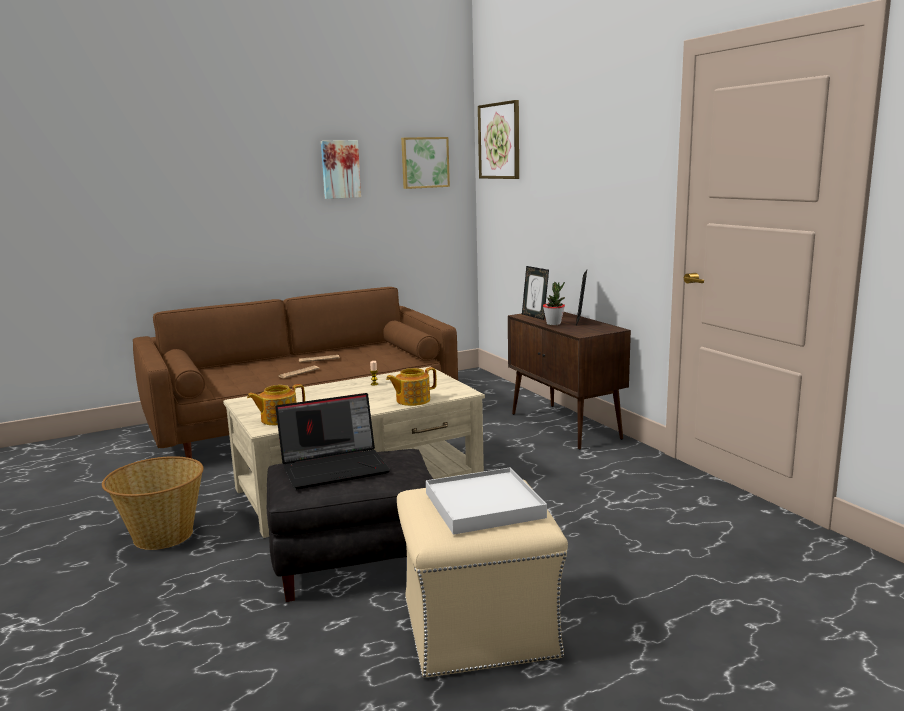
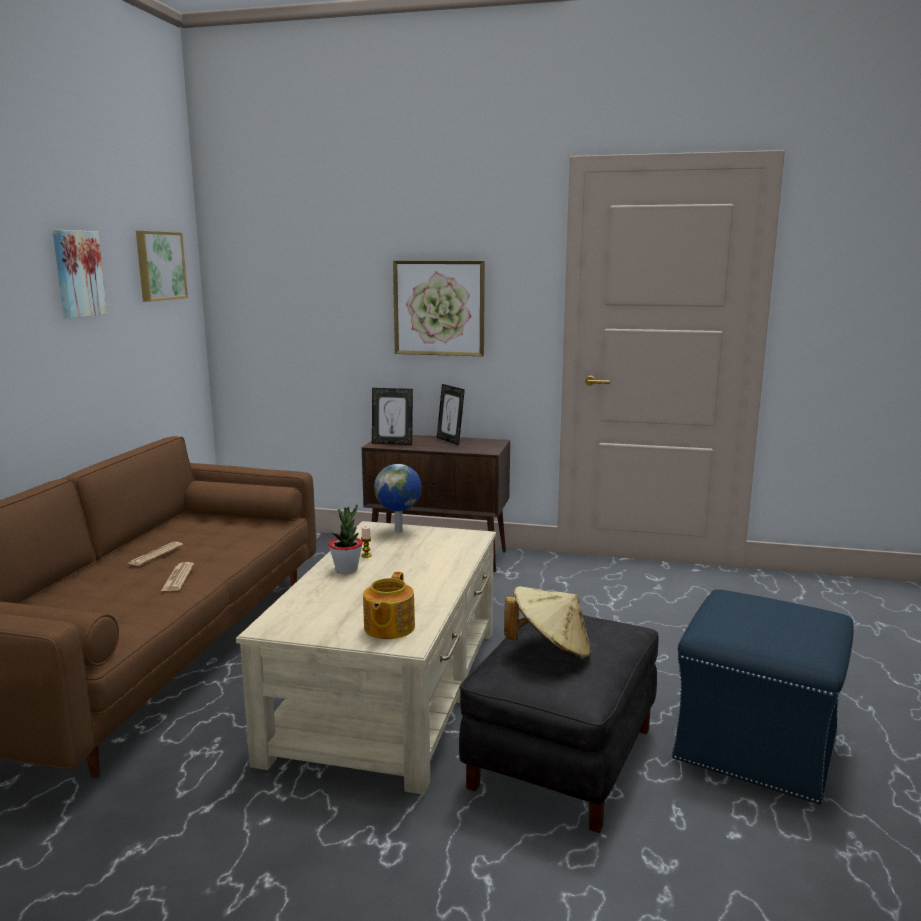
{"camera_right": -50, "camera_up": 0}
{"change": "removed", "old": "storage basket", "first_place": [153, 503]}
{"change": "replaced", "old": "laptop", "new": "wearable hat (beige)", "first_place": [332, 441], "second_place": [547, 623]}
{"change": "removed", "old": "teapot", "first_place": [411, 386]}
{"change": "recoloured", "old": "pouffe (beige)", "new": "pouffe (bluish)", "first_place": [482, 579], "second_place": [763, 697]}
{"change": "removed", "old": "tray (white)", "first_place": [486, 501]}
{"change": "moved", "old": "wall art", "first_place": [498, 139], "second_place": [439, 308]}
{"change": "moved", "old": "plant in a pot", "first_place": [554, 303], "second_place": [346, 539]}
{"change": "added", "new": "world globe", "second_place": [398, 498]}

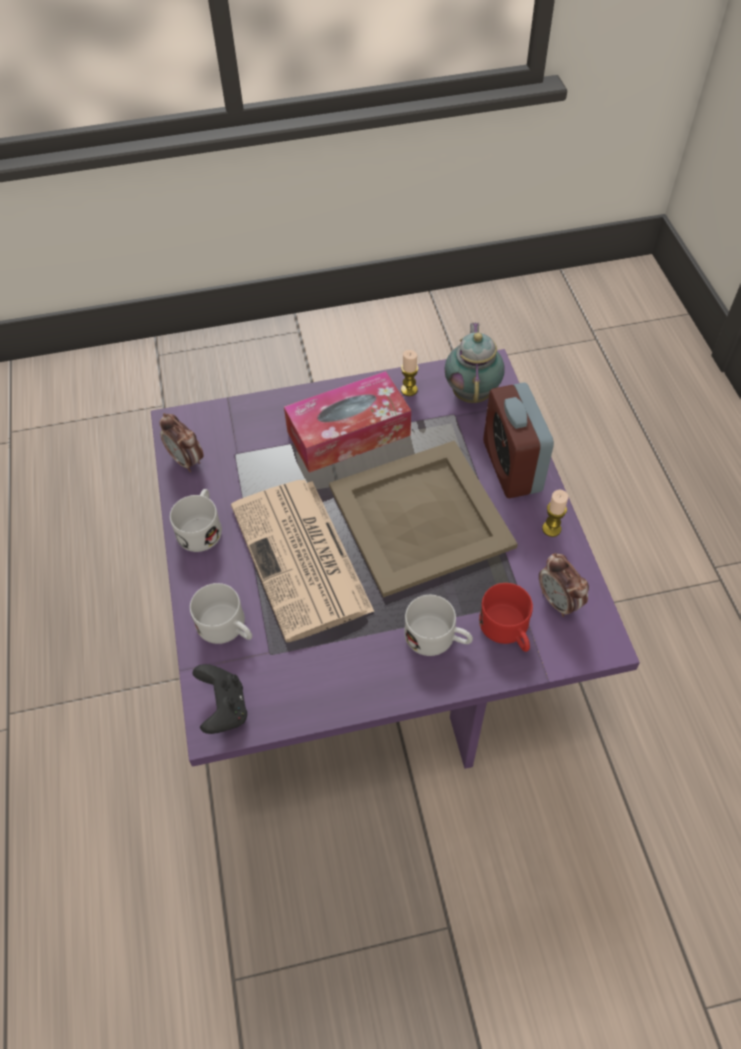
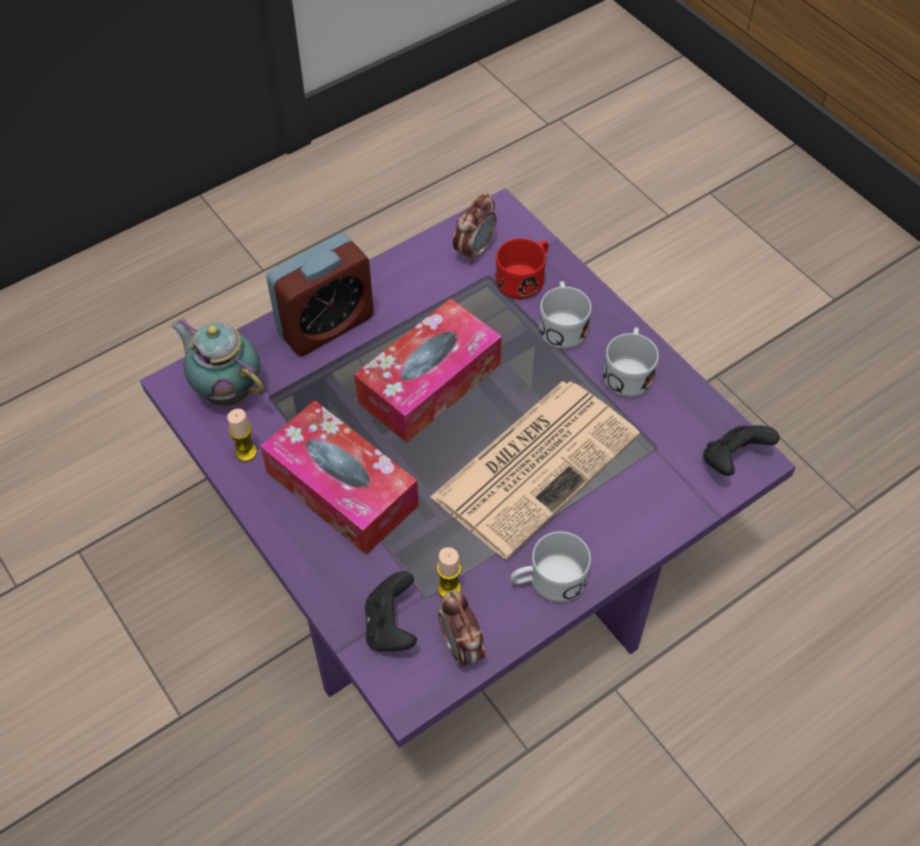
{"camera_right": -115, "camera_up": 0}
{"change": "turned", "old": "table clock", "first_place": [181, 442], "second_place": [461, 629], "degrees": 135}
{"change": "moved", "old": "mug (white)", "first_place": [221, 613], "second_place": [631, 362]}
{"change": "replaced", "old": "tray (beige)", "new": "tissue holder", "first_place": [423, 519], "second_place": [428, 371]}
{"change": "turned", "old": "teapot", "first_place": [475, 362], "second_place": [218, 362], "degrees": 60}
{"change": "moved", "old": "wax candle", "first_place": [555, 513], "second_place": [449, 572]}
{"change": "added", "new": "joypad (blackish)", "second_place": [391, 611]}

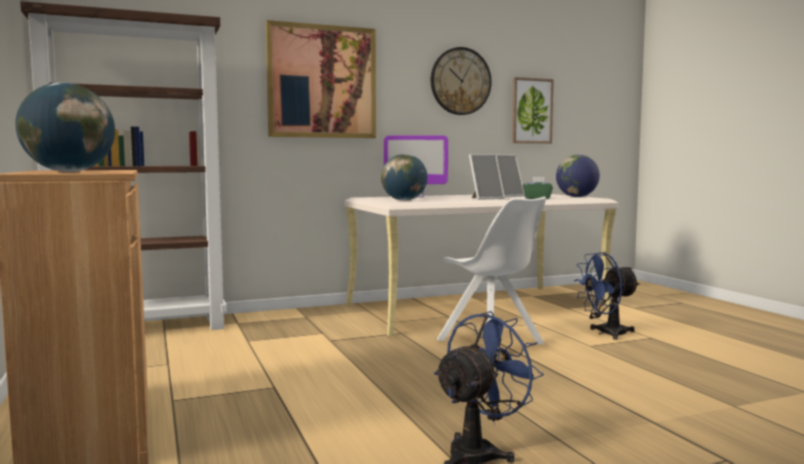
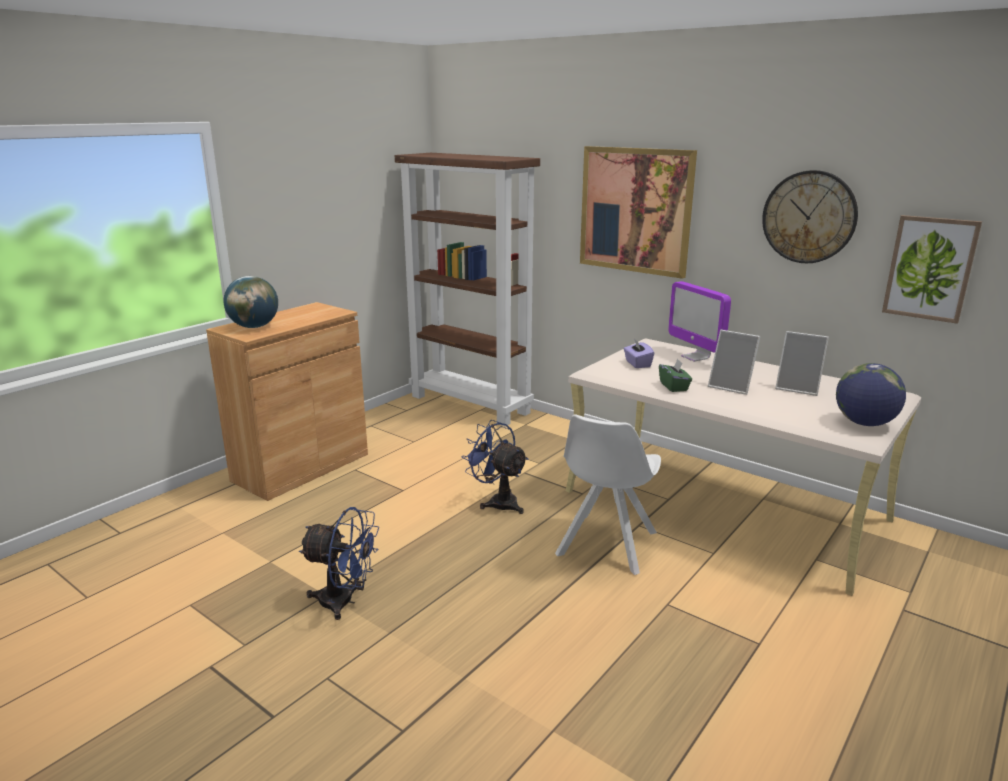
{"camera_right": 60, "camera_up": 15}
{"change": "replaced", "old": "world globe", "new": "tissue holder (purple)", "first_place": [404, 177], "second_place": [639, 353]}
{"change": "moved", "old": "tissue holder (green)", "first_place": [538, 188], "second_place": [675, 375]}
{"change": "moved", "old": "electric fan (bluish)", "first_place": [607, 296], "second_place": [495, 467]}

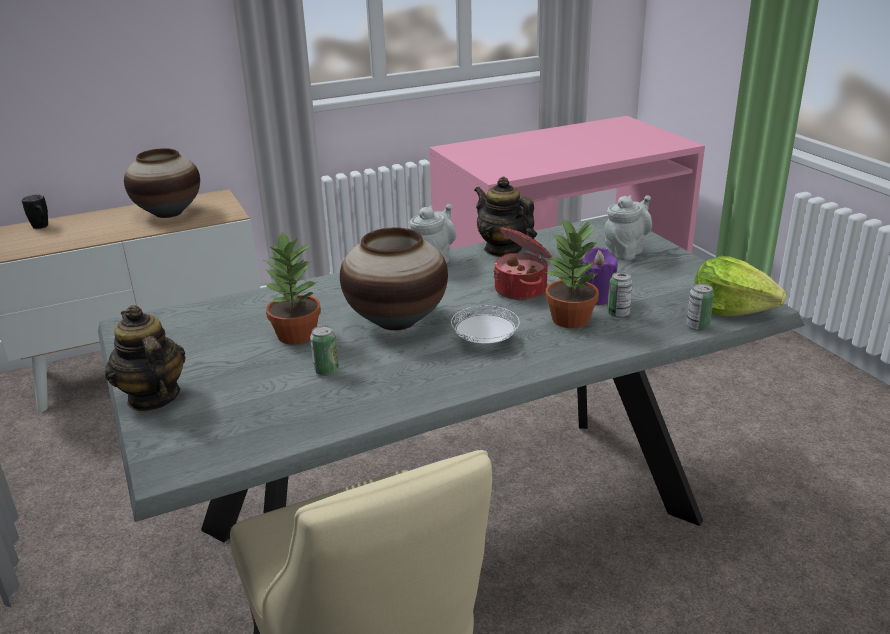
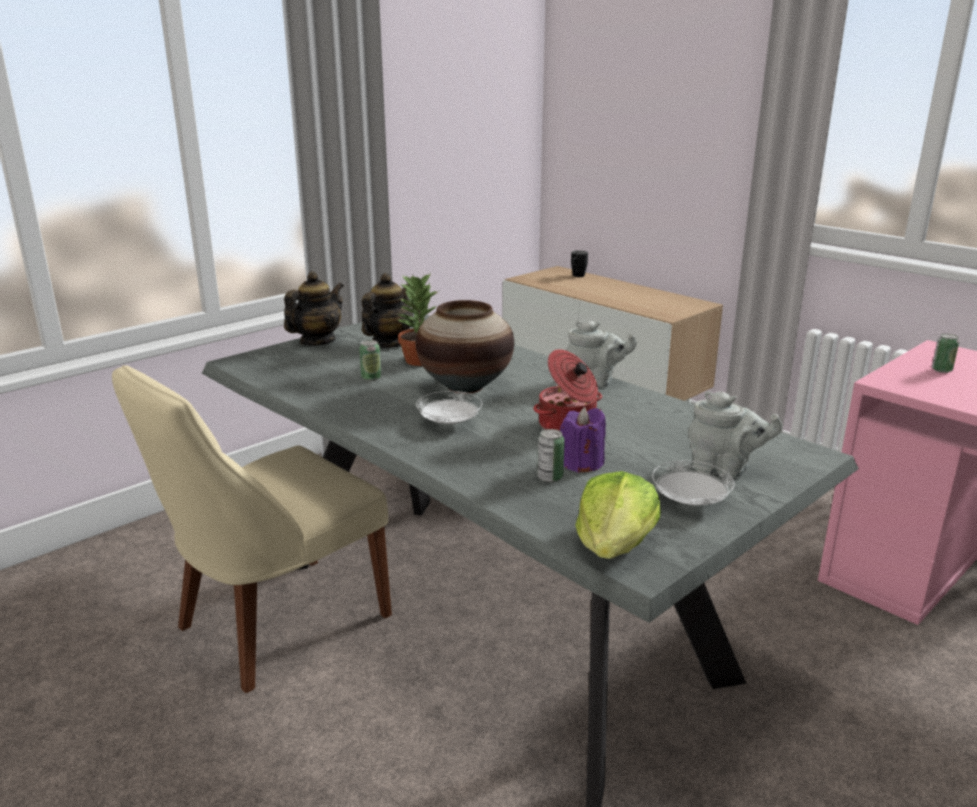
{"camera_right": 70, "camera_up": -5}
{"change": "removed", "old": "decorative vase", "first_place": [162, 183]}
{"change": "moved", "old": "teapot", "first_place": [504, 216], "second_place": [387, 310]}
{"change": "removed", "old": "plant in a pot", "first_place": [572, 272]}
{"change": "moved", "old": "sealed can", "first_place": [700, 307], "second_place": [945, 353]}
{"change": "added", "new": "flat dish (white)", "second_place": [693, 483]}

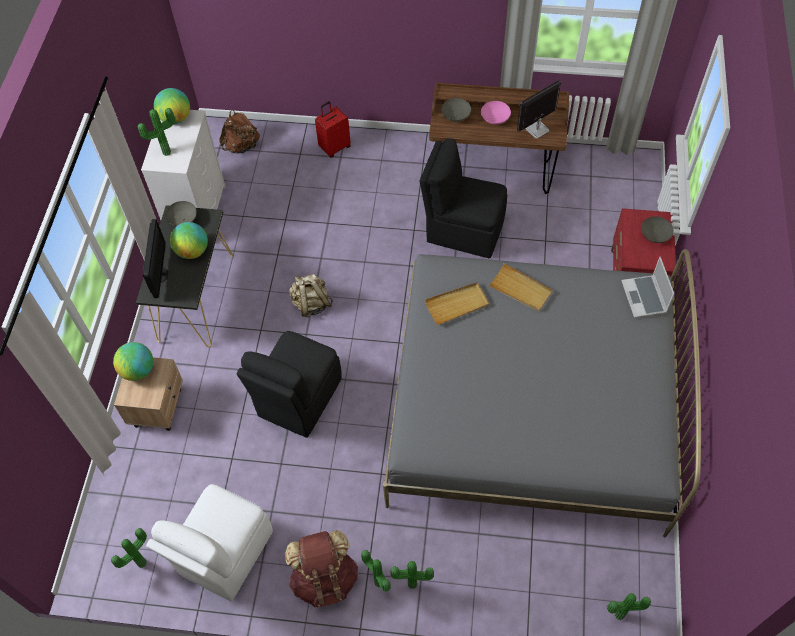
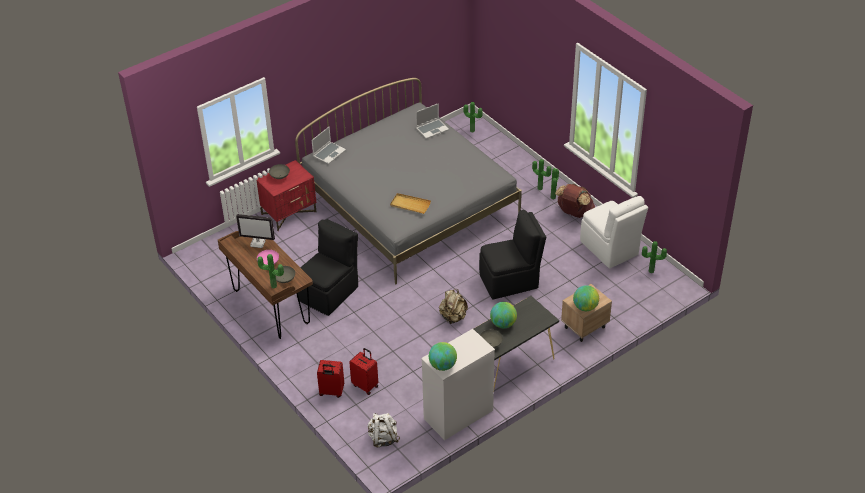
{"camera_right": -135, "camera_up": -15}
{"change": "moved", "old": "plant in a pot", "first_place": [156, 132], "second_place": [270, 271]}
{"change": "removed", "old": "computer screen", "first_place": [155, 258]}
{"change": "turned", "old": "chair (white)", "first_place": [209, 542], "second_place": [614, 232], "degrees": 75}
{"change": "recoloured", "old": "rucksack (brown)", "new": "rucksack (white)", "first_place": [239, 131], "second_place": [384, 430]}
{"change": "turned", "old": "chair (blackish)", "first_place": [463, 198], "second_place": [328, 267], "degrees": -120}
{"change": "removed", "old": "tray (beige)", "first_place": [520, 287]}
{"change": "added", "new": "travel case (red)", "second_place": [363, 371]}
{"change": "added", "new": "laptop", "second_place": [432, 121]}

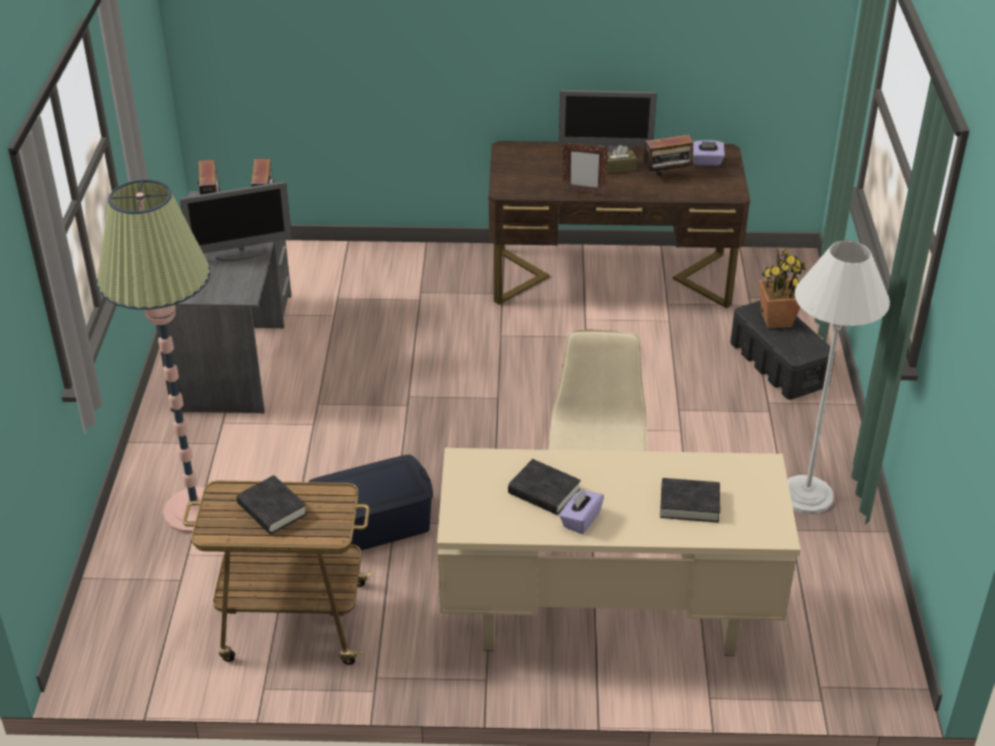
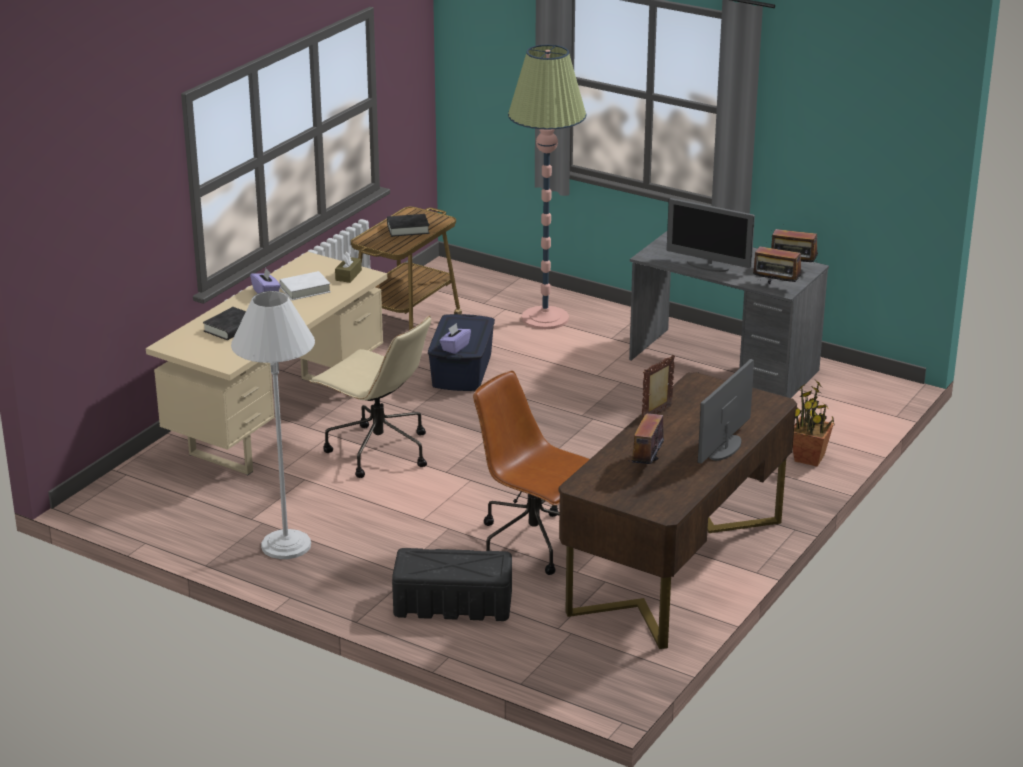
{"camera_right": 120, "camera_up": -10}
{"change": "turned", "old": "computer screen", "first_place": [236, 221], "second_place": [710, 235], "degrees": -75}
{"change": "recoloured", "old": "bound book (blackish)", "new": "bound book (white)", "first_place": [544, 487], "second_place": [305, 285]}
{"change": "moved", "old": "tissue holder (brown)", "first_place": [619, 159], "second_place": [348, 267]}
{"change": "moved", "old": "tissue holder (purple)", "first_place": [709, 153], "second_place": [455, 338]}
{"change": "moved", "old": "plant in a pot", "first_place": [782, 287], "second_place": [814, 423]}
{"change": "added", "new": "computer chair (brown)", "second_place": [531, 472]}

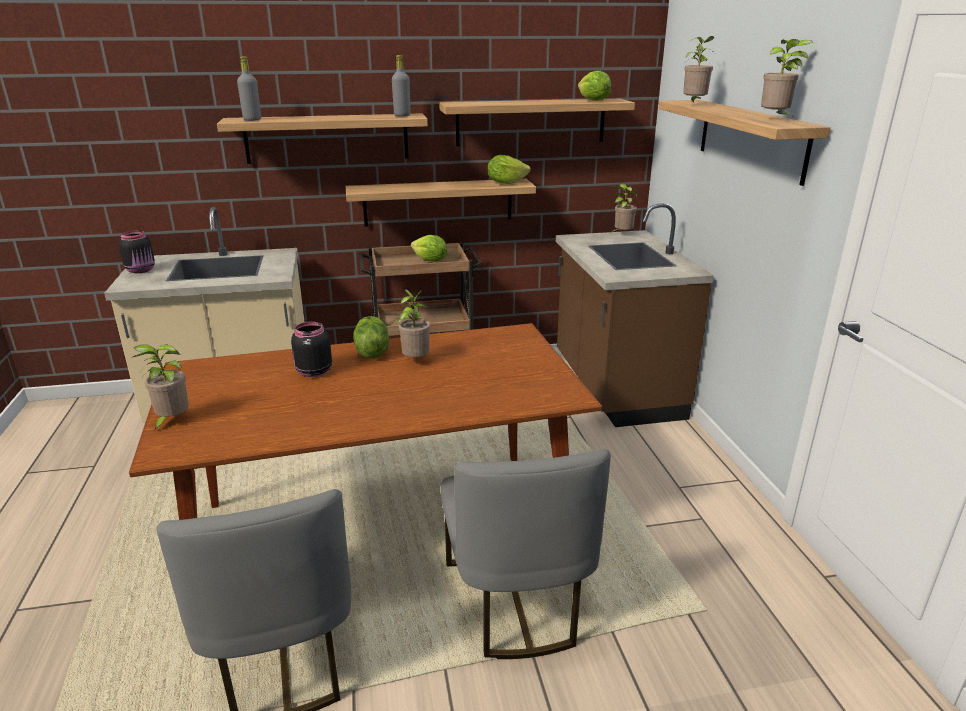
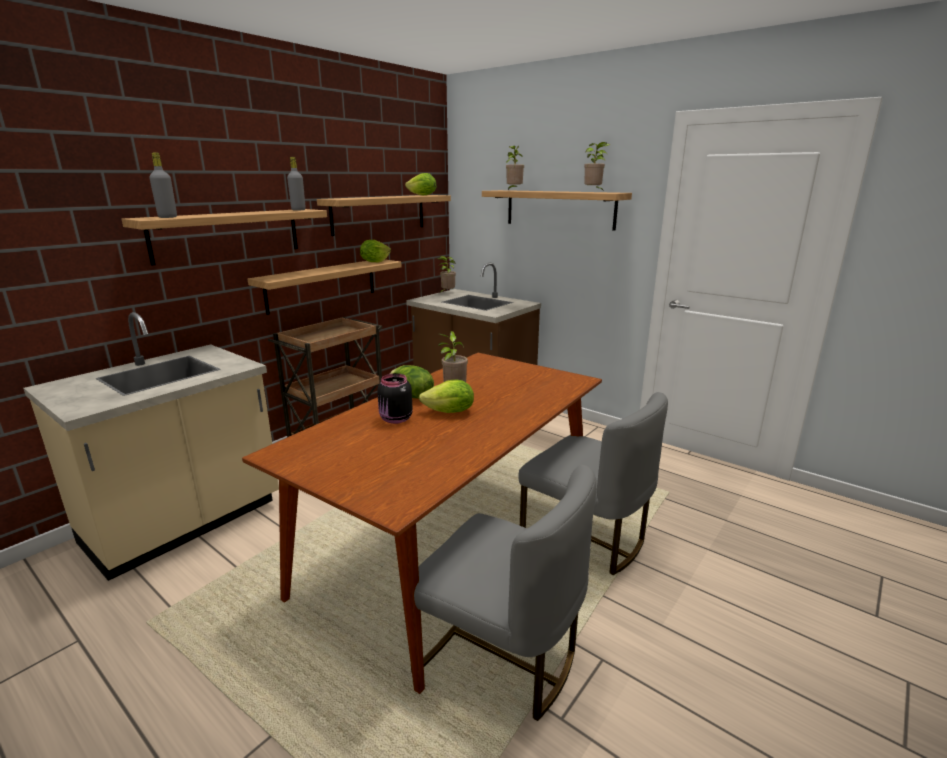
{"camera_right": -40, "camera_up": -5}
{"change": "removed", "old": "preserve jar (blackish)", "first_place": [137, 251]}
{"change": "removed", "old": "plant in a pot", "first_place": [160, 388]}
{"change": "moved", "old": "lettuce head", "first_place": [429, 248], "second_place": [446, 396]}

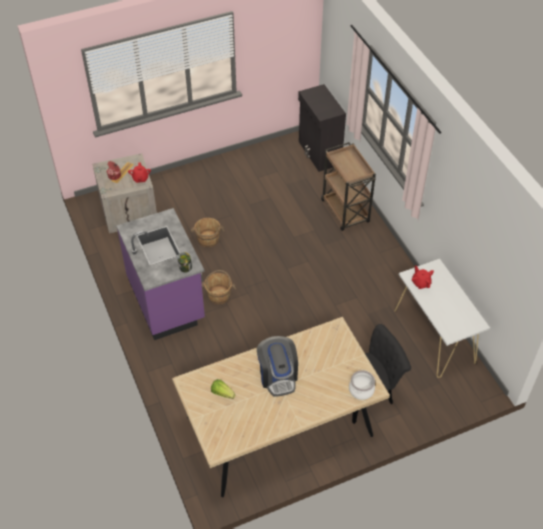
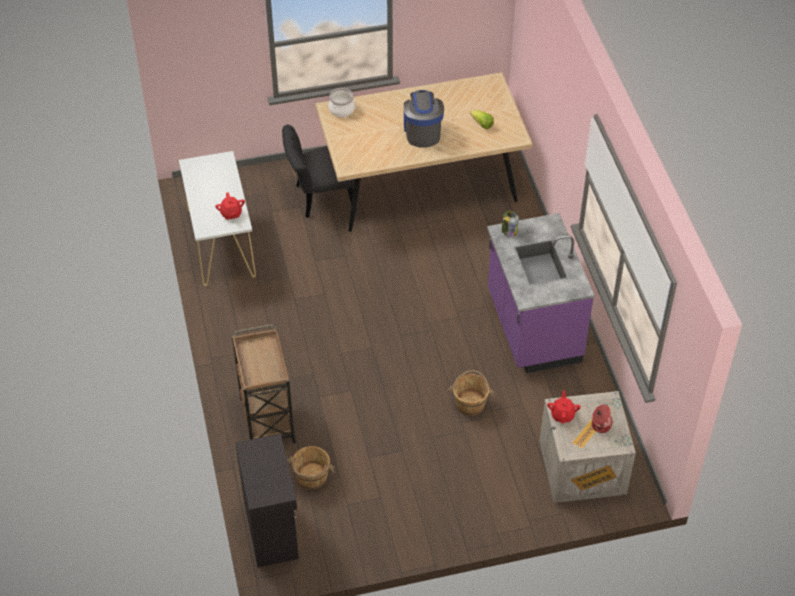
{"camera_right": -170, "camera_up": 0}
{"change": "moved", "old": "pail (brown)", "first_place": [219, 287], "second_place": [311, 468]}

